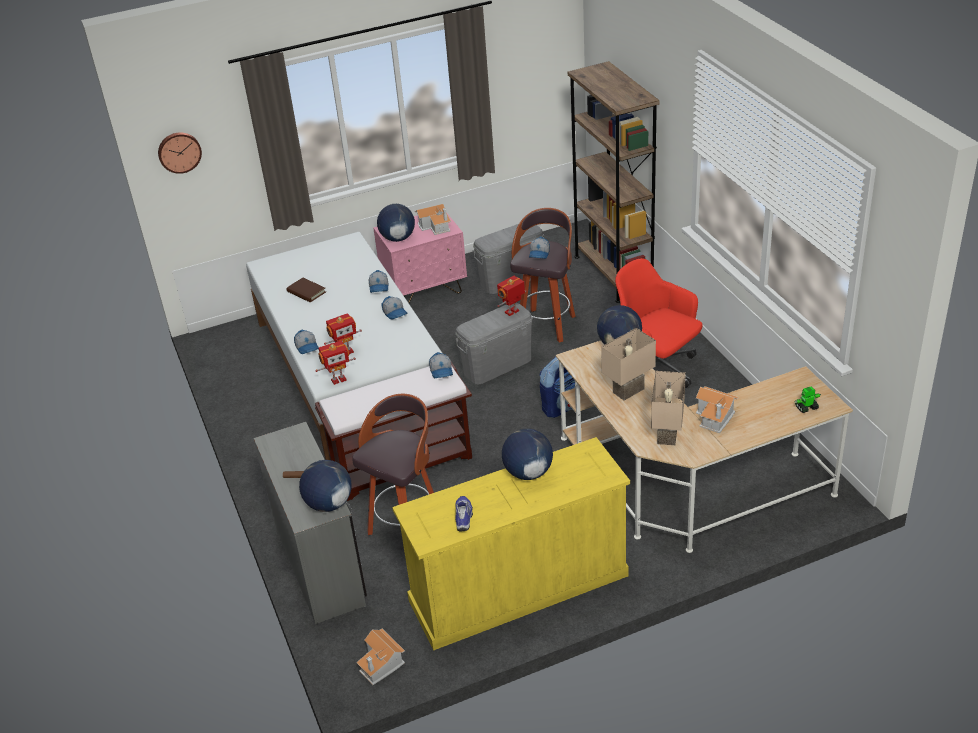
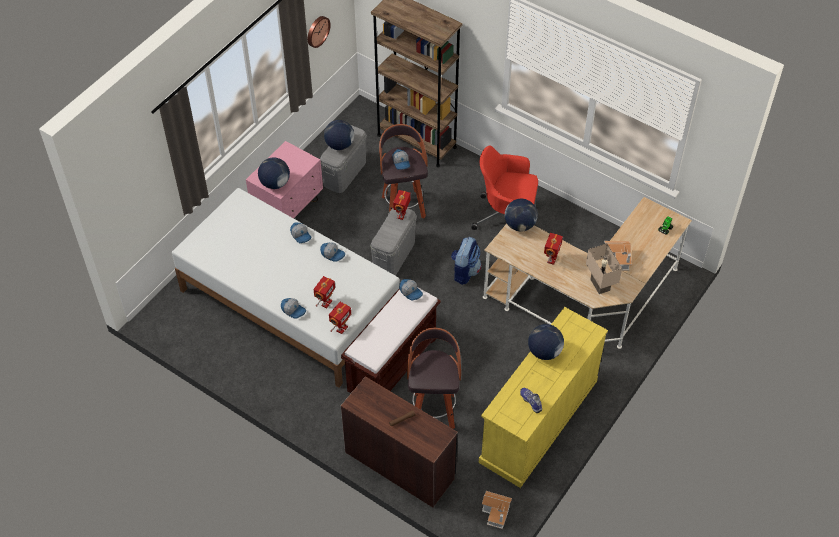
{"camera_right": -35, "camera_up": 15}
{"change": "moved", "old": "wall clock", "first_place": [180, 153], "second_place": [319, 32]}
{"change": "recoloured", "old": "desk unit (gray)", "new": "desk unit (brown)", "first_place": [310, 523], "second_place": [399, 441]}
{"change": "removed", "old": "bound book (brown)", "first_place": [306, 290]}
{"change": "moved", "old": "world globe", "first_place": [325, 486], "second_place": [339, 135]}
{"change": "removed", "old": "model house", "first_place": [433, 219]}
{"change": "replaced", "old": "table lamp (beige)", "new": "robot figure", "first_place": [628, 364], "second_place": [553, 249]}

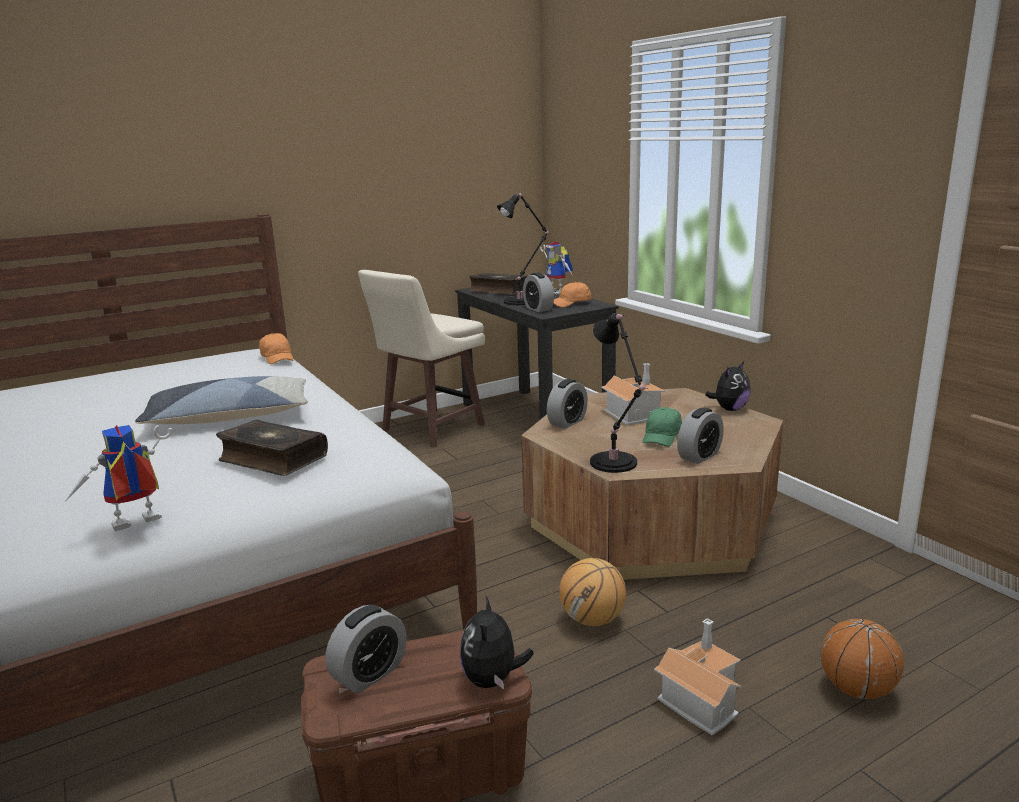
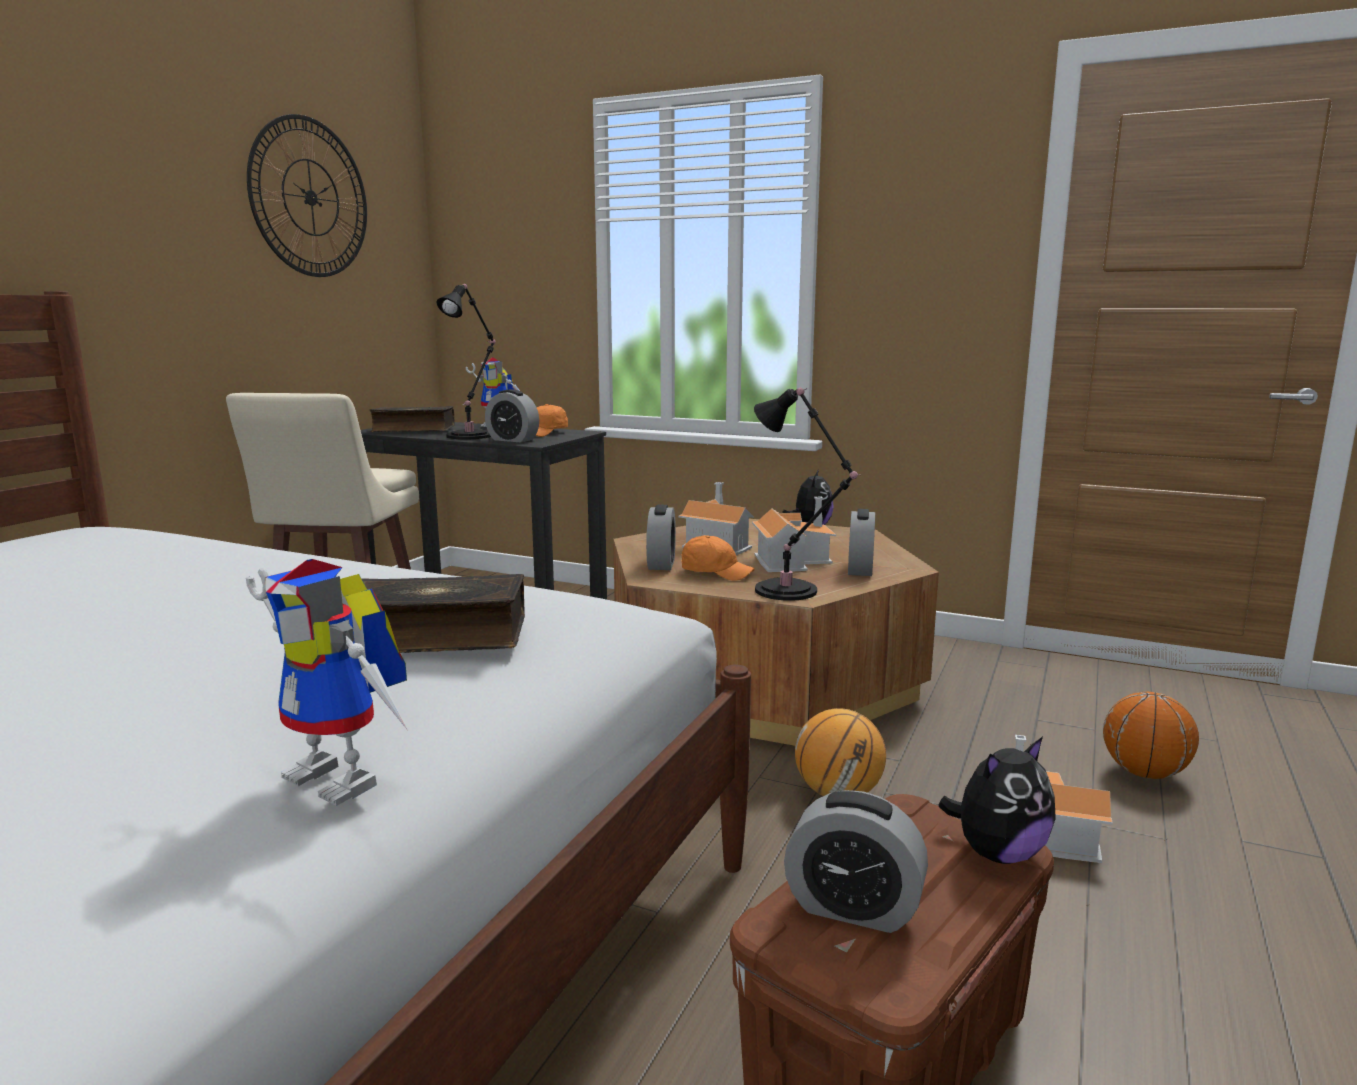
{"camera_right": -35, "camera_up": -5}
{"change": "turned", "old": "robot figure", "first_place": [118, 478], "second_place": [326, 682], "degrees": -75}
{"change": "removed", "old": "throw pillow", "first_place": [221, 400]}
{"change": "moved", "old": "peaked cap (orange)", "first_place": [276, 348], "second_place": [718, 558]}
{"change": "turned", "old": "table clock", "first_place": [366, 648], "second_place": [856, 861], "degrees": 105}
{"change": "turned", "old": "soft toy", "first_place": [497, 642], "second_place": [997, 800], "degrees": -90}
{"change": "replaced", "old": "peaked cap (green)", "new": "model house", "first_place": [662, 427], "second_place": [794, 534]}
{"change": "added", "new": "wall clock", "second_place": [307, 195]}

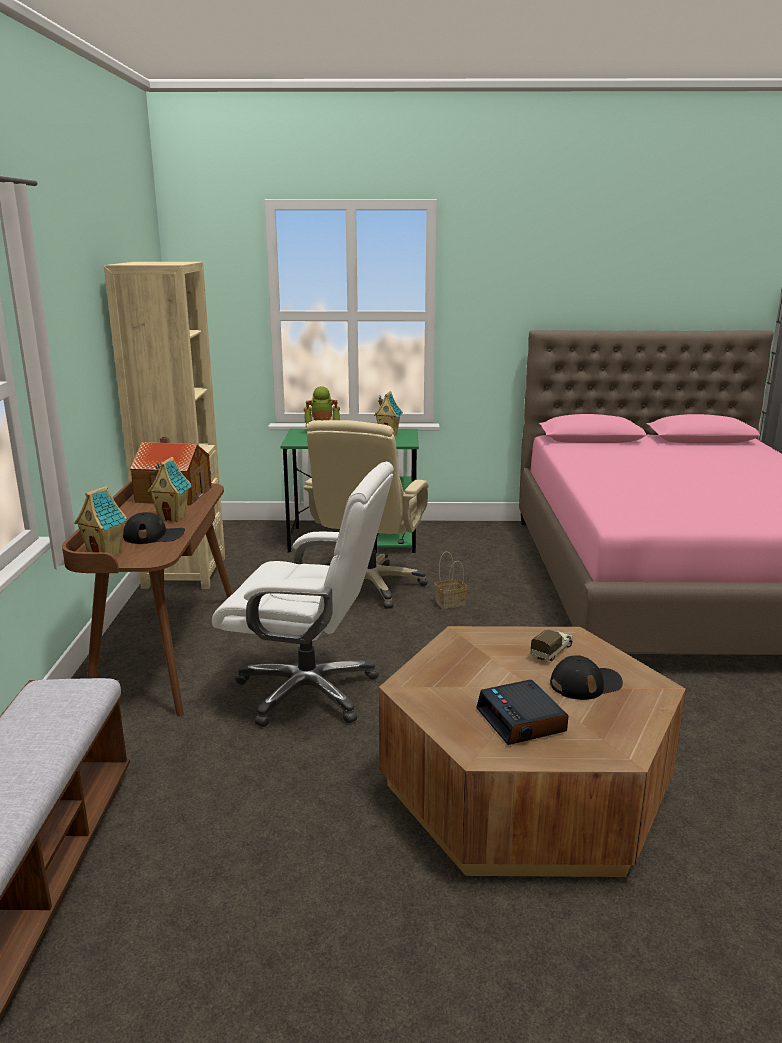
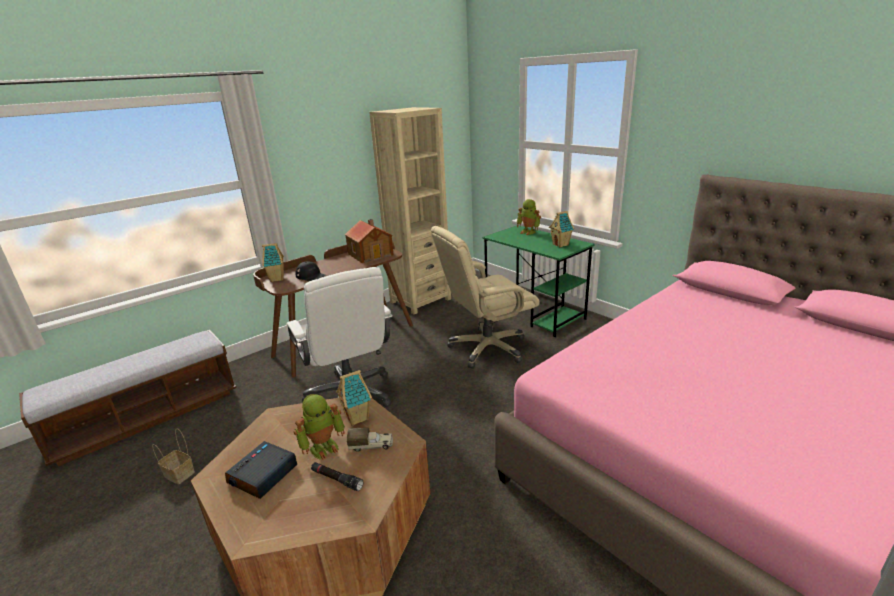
{"camera_right": 50, "camera_up": 5}
{"change": "moved", "old": "model house", "first_place": [169, 489], "second_place": [354, 398]}
{"change": "moved", "old": "storage basket", "first_place": [451, 580], "second_place": [173, 456]}
{"change": "replaced", "old": "peaked cap (blackish)", "new": "torch (blackish)", "first_place": [586, 677], "second_place": [337, 476]}
{"change": "added", "new": "robot figure", "second_place": [319, 427]}

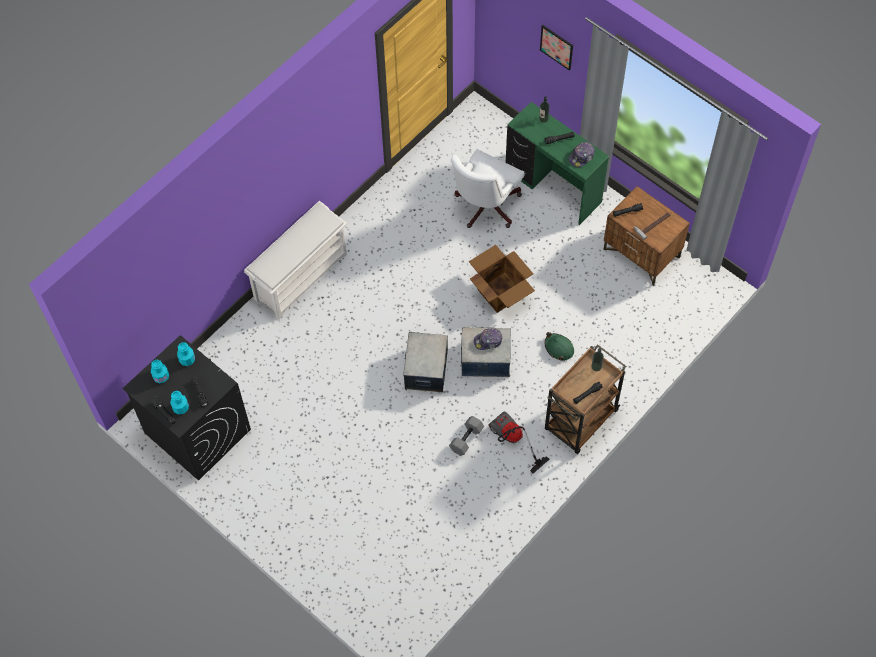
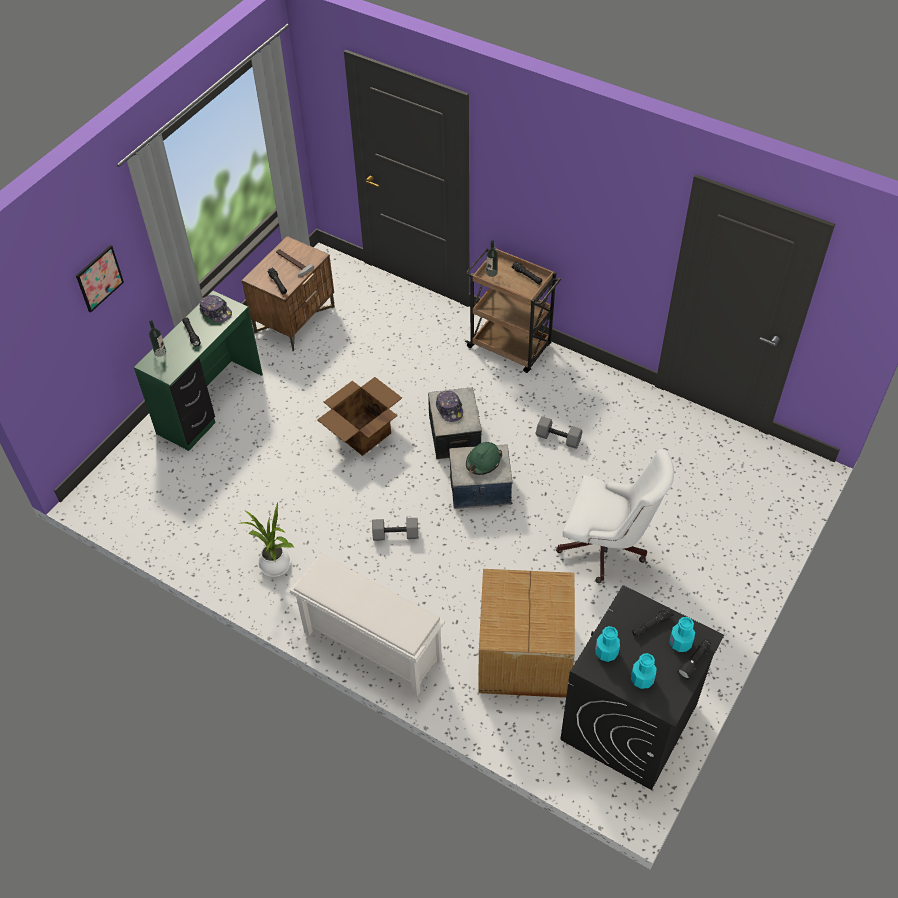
{"camera_right": -100, "camera_up": -10}
{"change": "moved", "old": "computer chair (white)", "first_place": [488, 188], "second_place": [615, 516]}
{"change": "removed", "old": "vacuum cleaner", "first_place": [519, 442]}
{"change": "moved", "old": "work helmet (green)", "first_place": [559, 346], "second_place": [484, 458]}
{"change": "added", "new": "plant in a pot", "second_place": [267, 540]}
{"change": "added", "new": "dumbbell (gray)", "second_place": [395, 529]}
{"change": "added", "new": "cardboard box", "second_place": [526, 633]}

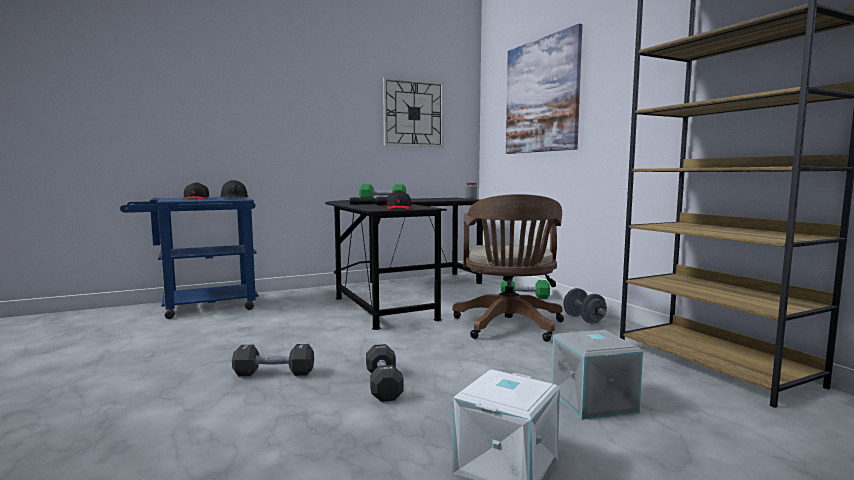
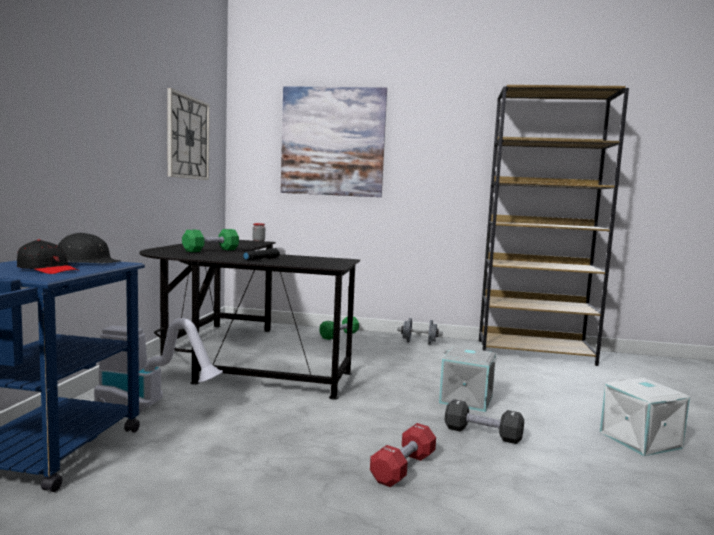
{"camera_right": -55, "camera_up": 0}
{"change": "recoloured", "old": "dumbbell (blackish)", "new": "dumbbell (red)", "first_place": [273, 360], "second_place": [403, 455]}
{"change": "removed", "old": "peaked cap (blackish)", "first_place": [399, 199]}
{"change": "removed", "old": "computer chair (brown)", "first_place": [508, 268]}
{"change": "moved", "old": "storage box (gray)", "first_place": [597, 375], "second_place": [467, 379]}
{"change": "added", "new": "vacuum cleaner", "second_place": [158, 365]}

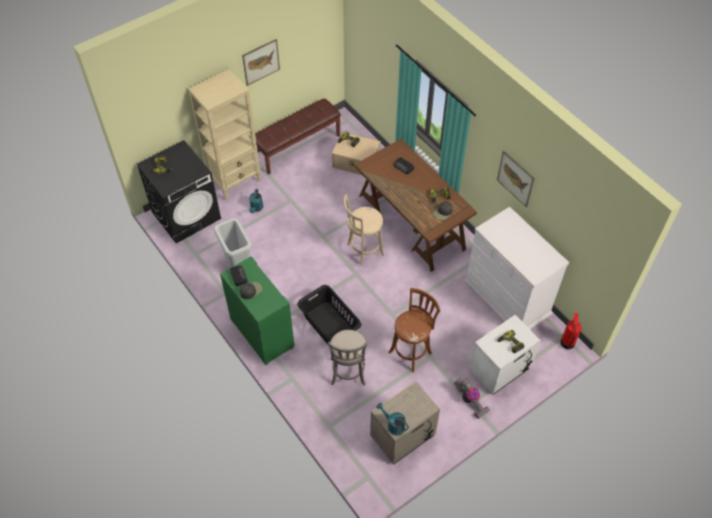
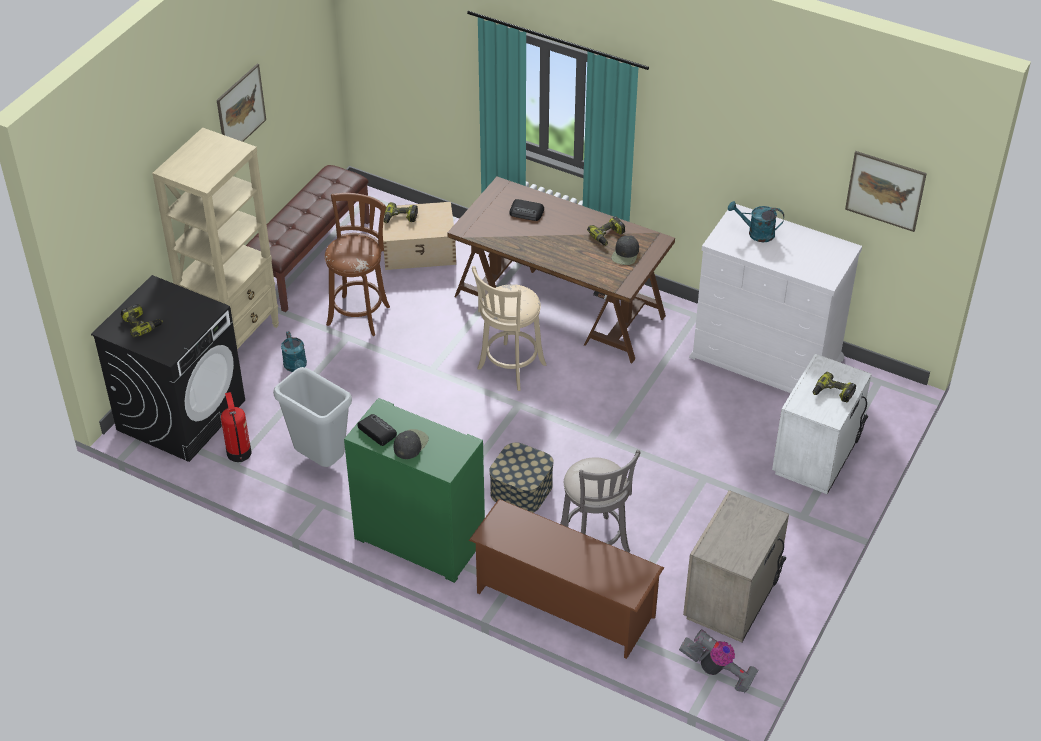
{"camera_right": -25, "camera_up": -10}
{"change": "replaced", "old": "hamper (blackish)", "new": "storage box", "first_place": [329, 315], "second_place": [521, 477]}
{"change": "moved", "old": "watering can (turquoise)", "first_place": [392, 419], "second_place": [756, 221]}
{"change": "moved", "old": "stool (brown)", "first_place": [414, 330], "second_place": [357, 264]}
{"change": "moved", "old": "vacuum cleaner", "first_place": [472, 398], "second_place": [719, 661]}
{"change": "moved", "old": "wall art", "first_place": [516, 179], "second_place": [886, 191]}
{"change": "moved", "old": "extinguisher", "first_place": [571, 331], "second_place": [236, 427]}
{"change": "added", "new": "shoe stand (brown)", "second_place": [566, 579]}

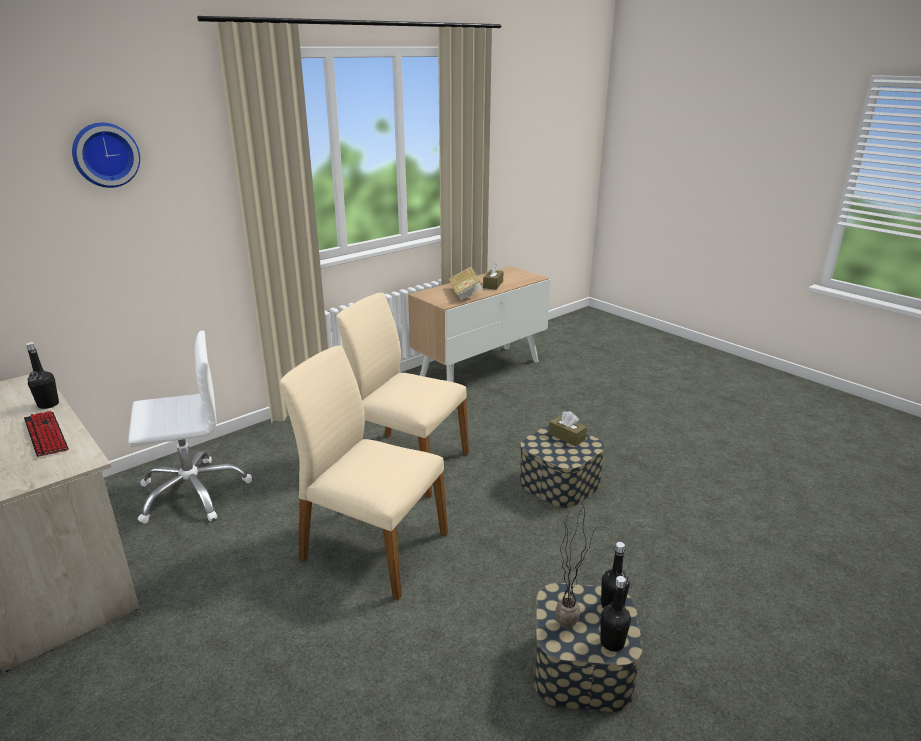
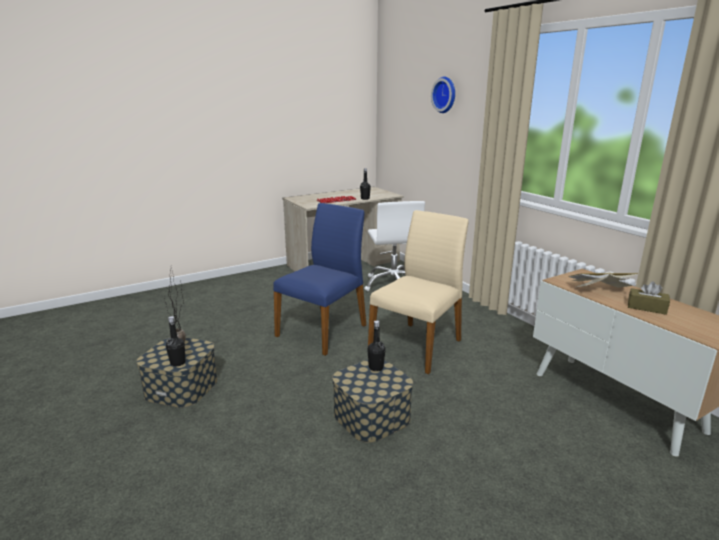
{"camera_right": 100, "camera_up": -5}
{"change": "recoloured", "old": "chair (beige)", "new": "chair (bluish)", "first_place": [364, 473], "second_place": [319, 279]}
{"change": "removed", "old": "tissue holder (brown)", "first_place": [567, 428]}
{"change": "moved", "old": "beverage bottle (blackish)", "first_place": [615, 614], "second_place": [376, 345]}

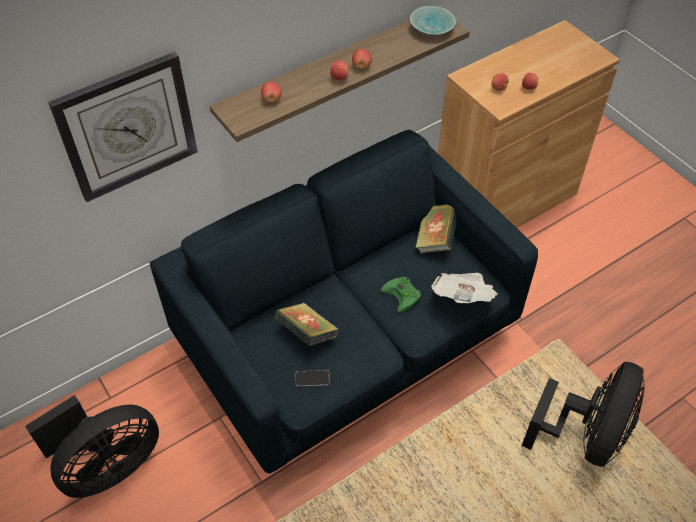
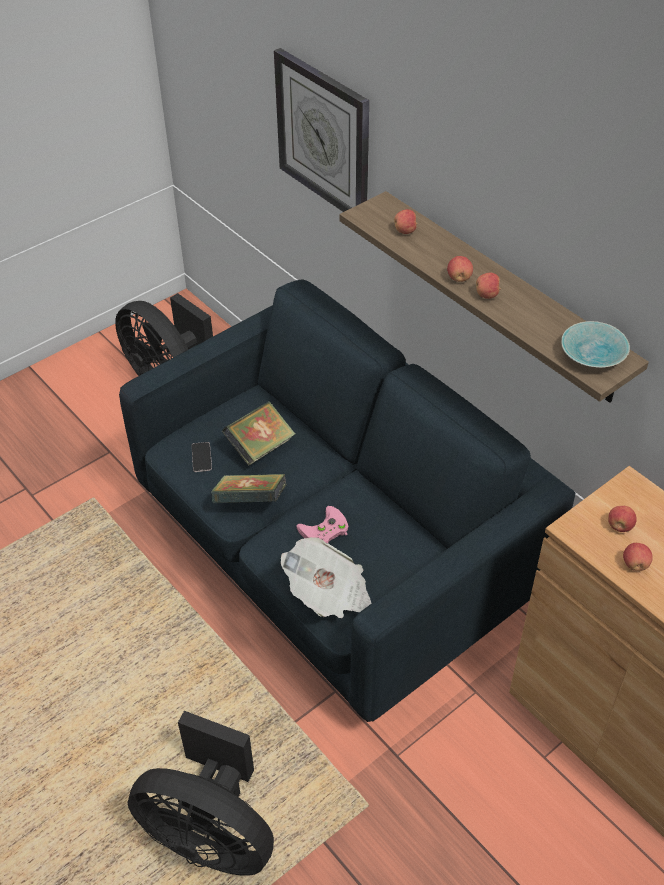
{"camera_right": 85, "camera_up": -5}
{"change": "recoloured", "old": "joypad (green)", "new": "joypad (pink)", "first_place": [400, 295], "second_place": [322, 524]}
{"change": "moved", "old": "bound book", "first_place": [436, 228], "second_place": [248, 488]}

